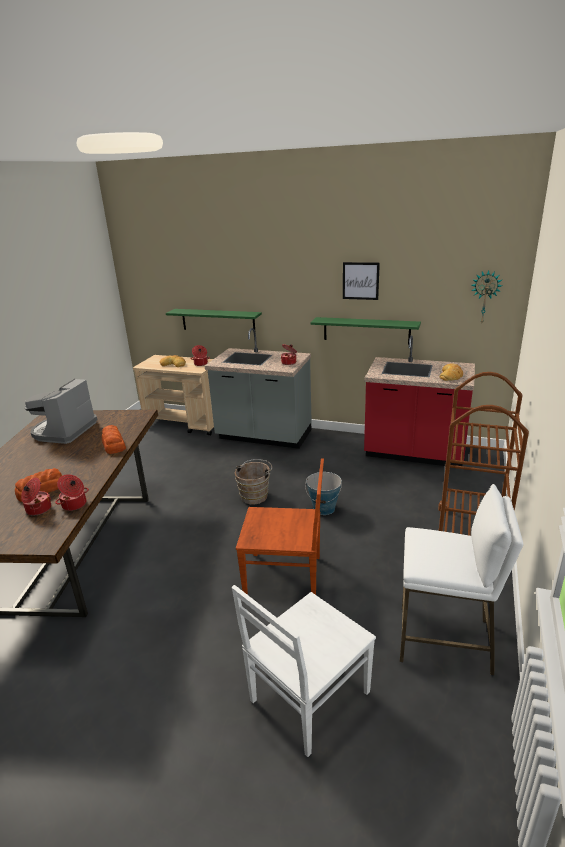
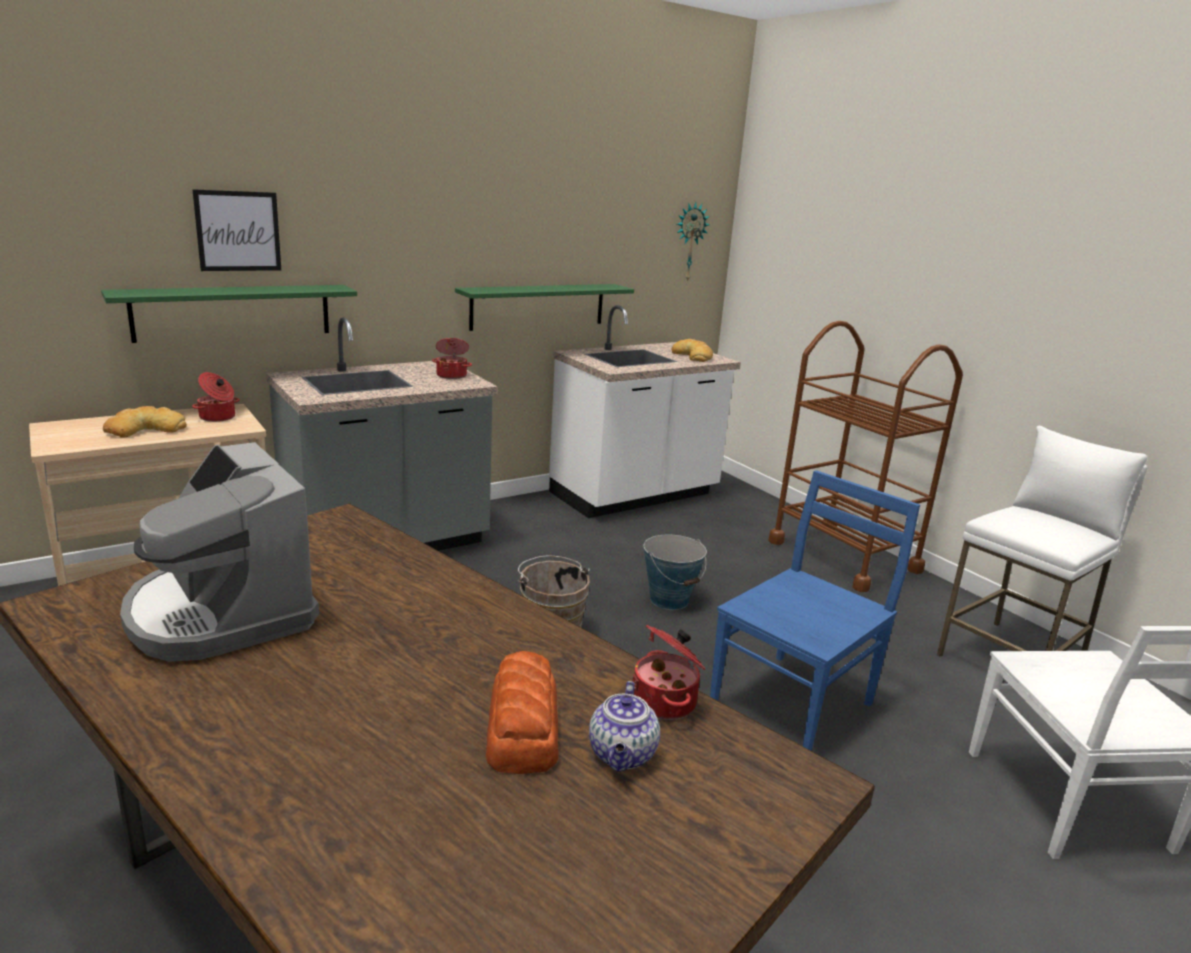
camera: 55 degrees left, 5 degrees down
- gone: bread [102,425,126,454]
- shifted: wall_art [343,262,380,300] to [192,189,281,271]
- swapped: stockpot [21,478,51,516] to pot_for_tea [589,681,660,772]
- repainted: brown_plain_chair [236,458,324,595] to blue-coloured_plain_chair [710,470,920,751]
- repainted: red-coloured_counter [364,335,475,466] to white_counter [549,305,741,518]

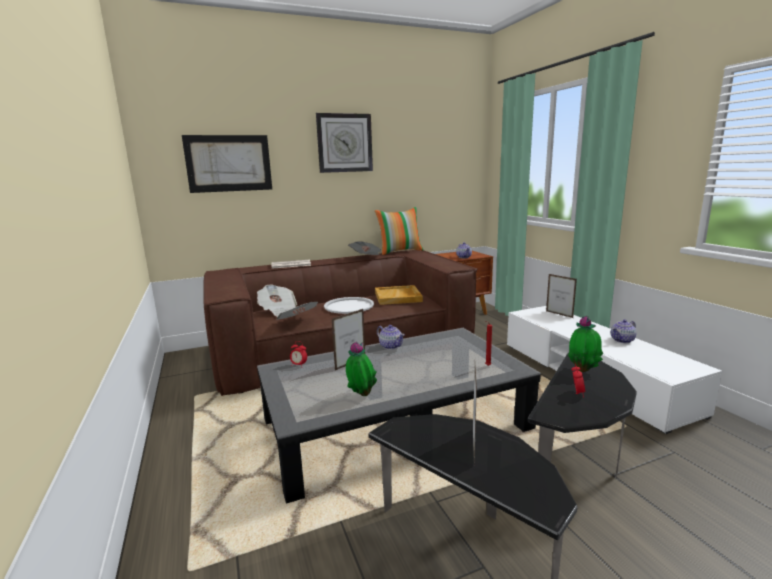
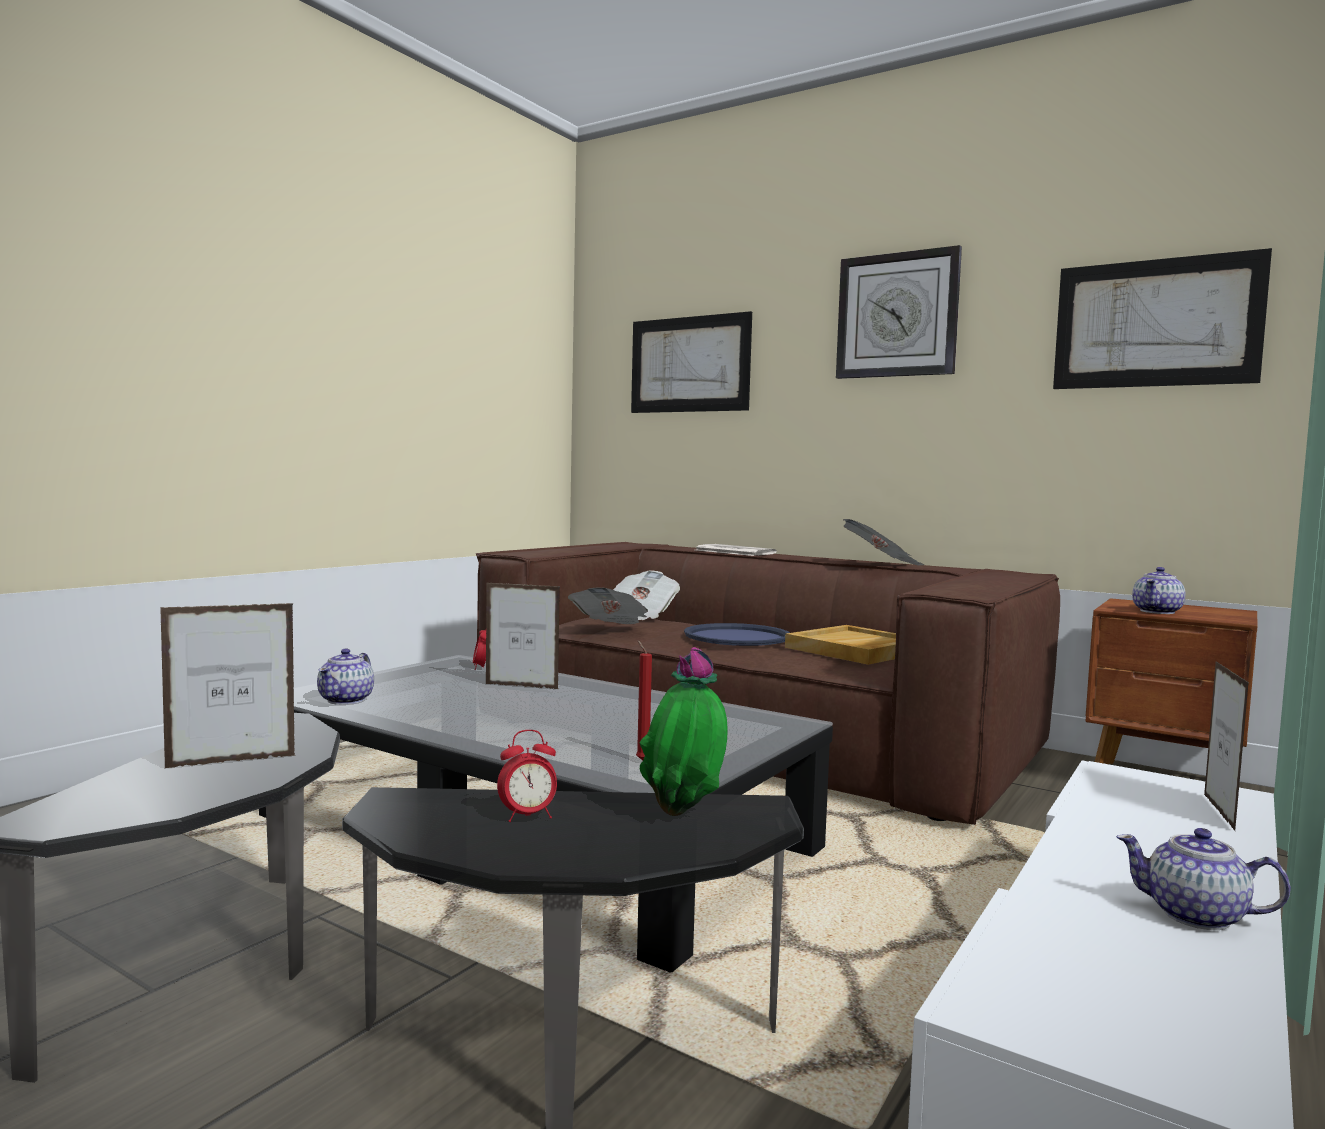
camera: 55 degrees right, 10 degrees down
- gone: potted_plant [346,342,377,396]
- gone: throw_pillow [375,207,423,255]
- new: wall_art [1053,248,1272,389]
- shifted: pot_for_tea [377,325,405,350] to [317,648,374,705]
- repainted: white_tray [324,297,374,314] to blue-coloured_tray [684,623,790,646]

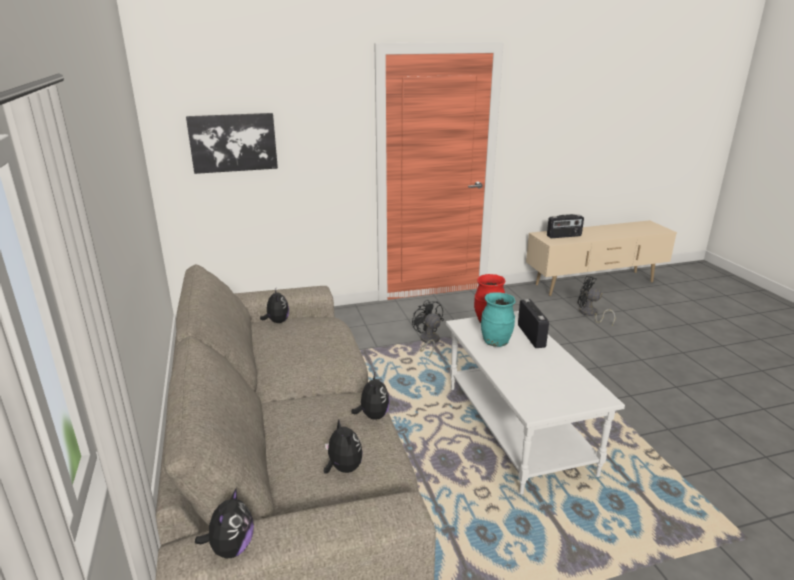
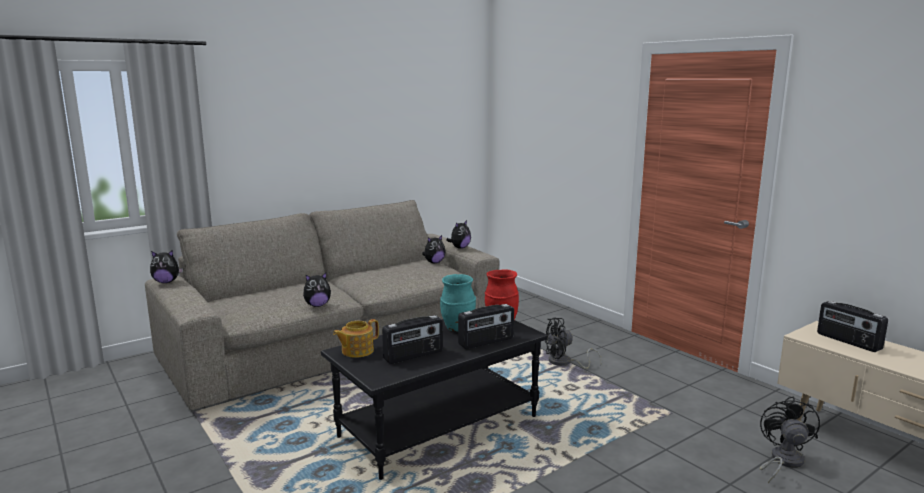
camera: 70 degrees right, 10 degrees down
- gone: wall_art [186,113,278,174]
- new: pot_for_tea [333,319,379,358]
- new: radio_receiver [382,315,443,364]
- shifted: cuddly_toy [324,419,362,474] to [447,220,471,249]
- repainted: white_lounge_table [446,311,625,494] to black_lounge_table [321,319,548,480]
- rotated: black_fan [412,299,444,358] = [545,318,602,369] 150 degrees counterclockwise

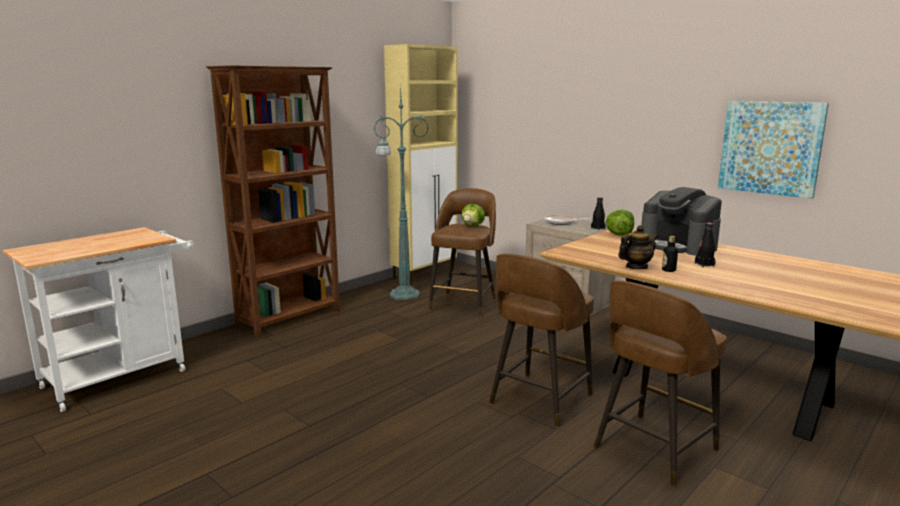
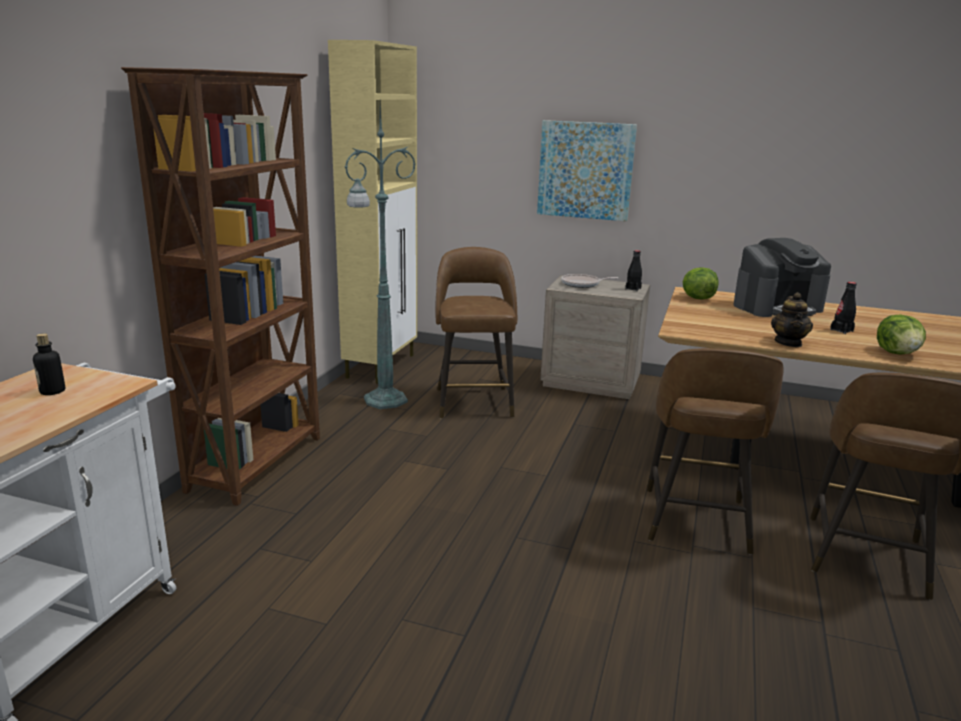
camera: 25 degrees left, 5 degrees up
- shifted: lettuce [462,204,485,226] to [877,315,926,355]
- shifted: bottle [662,236,678,272] to [33,333,65,395]
- shifted: wall_art [718,101,829,199] to [537,120,637,221]
- rotated: pot_for_tea [618,225,659,269] = [771,292,813,347] 150 degrees clockwise
- rotated: coffee_maker [641,187,722,256] = [733,238,831,317] 45 degrees counterclockwise

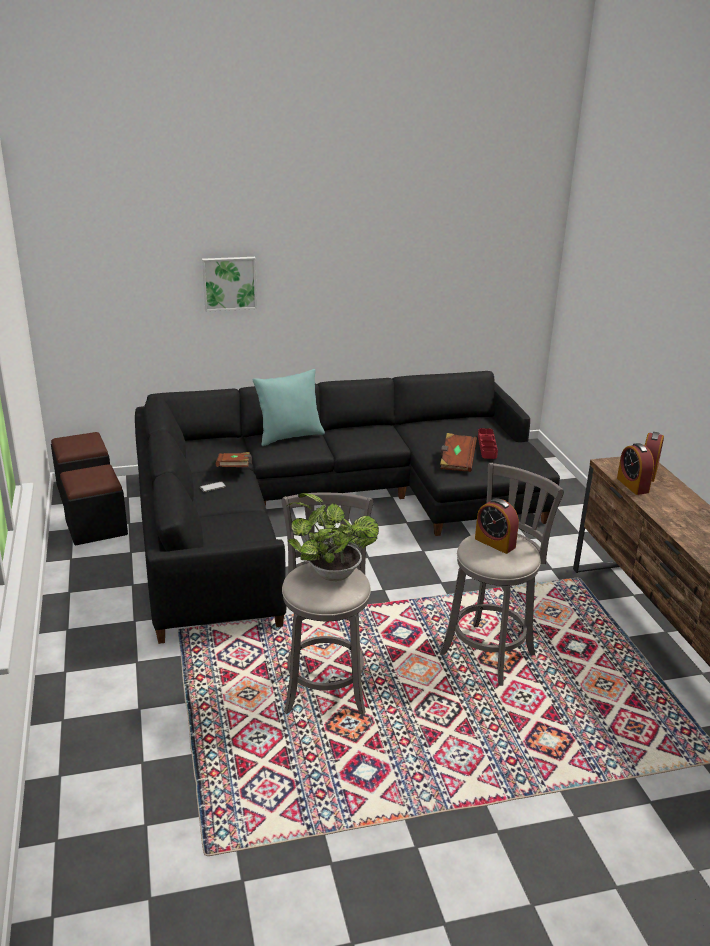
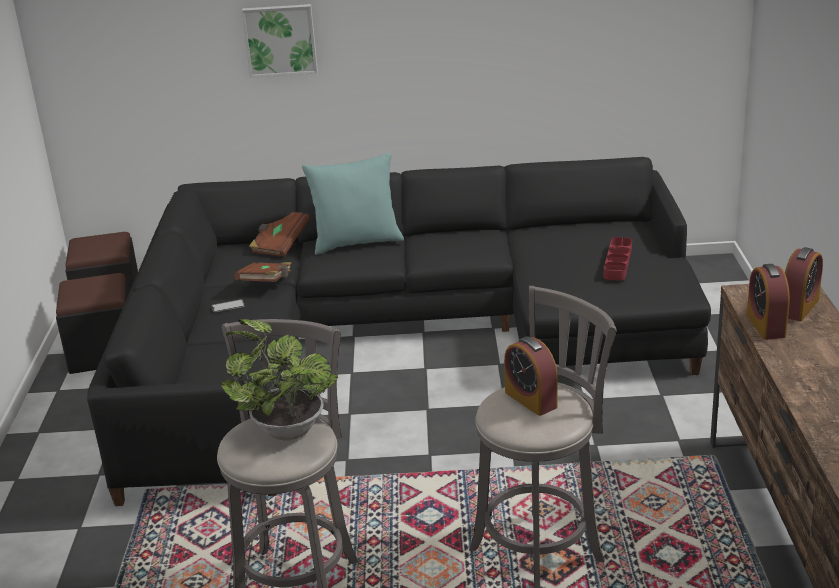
camera: 15 degrees right, 0 degrees up
- shifted: brown_book [440,433,477,472] to [249,212,309,257]

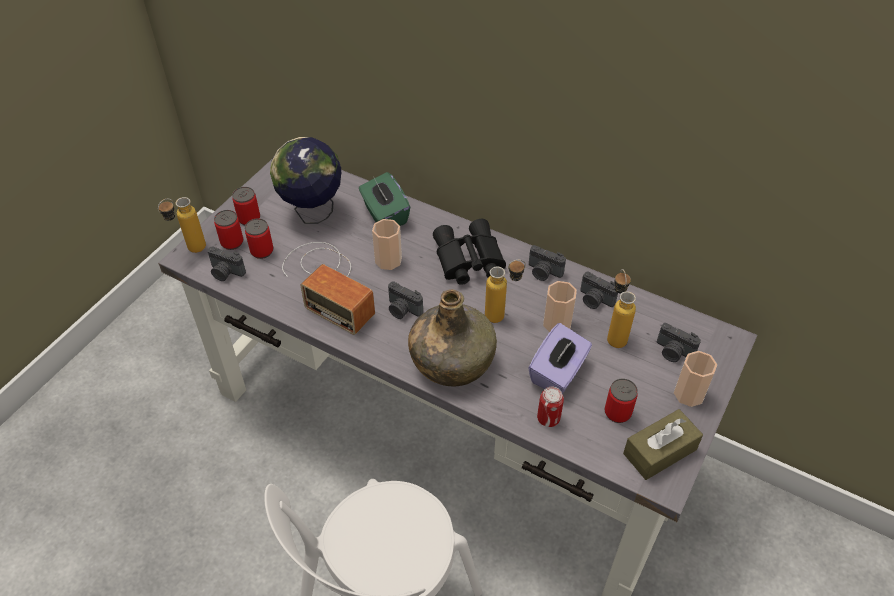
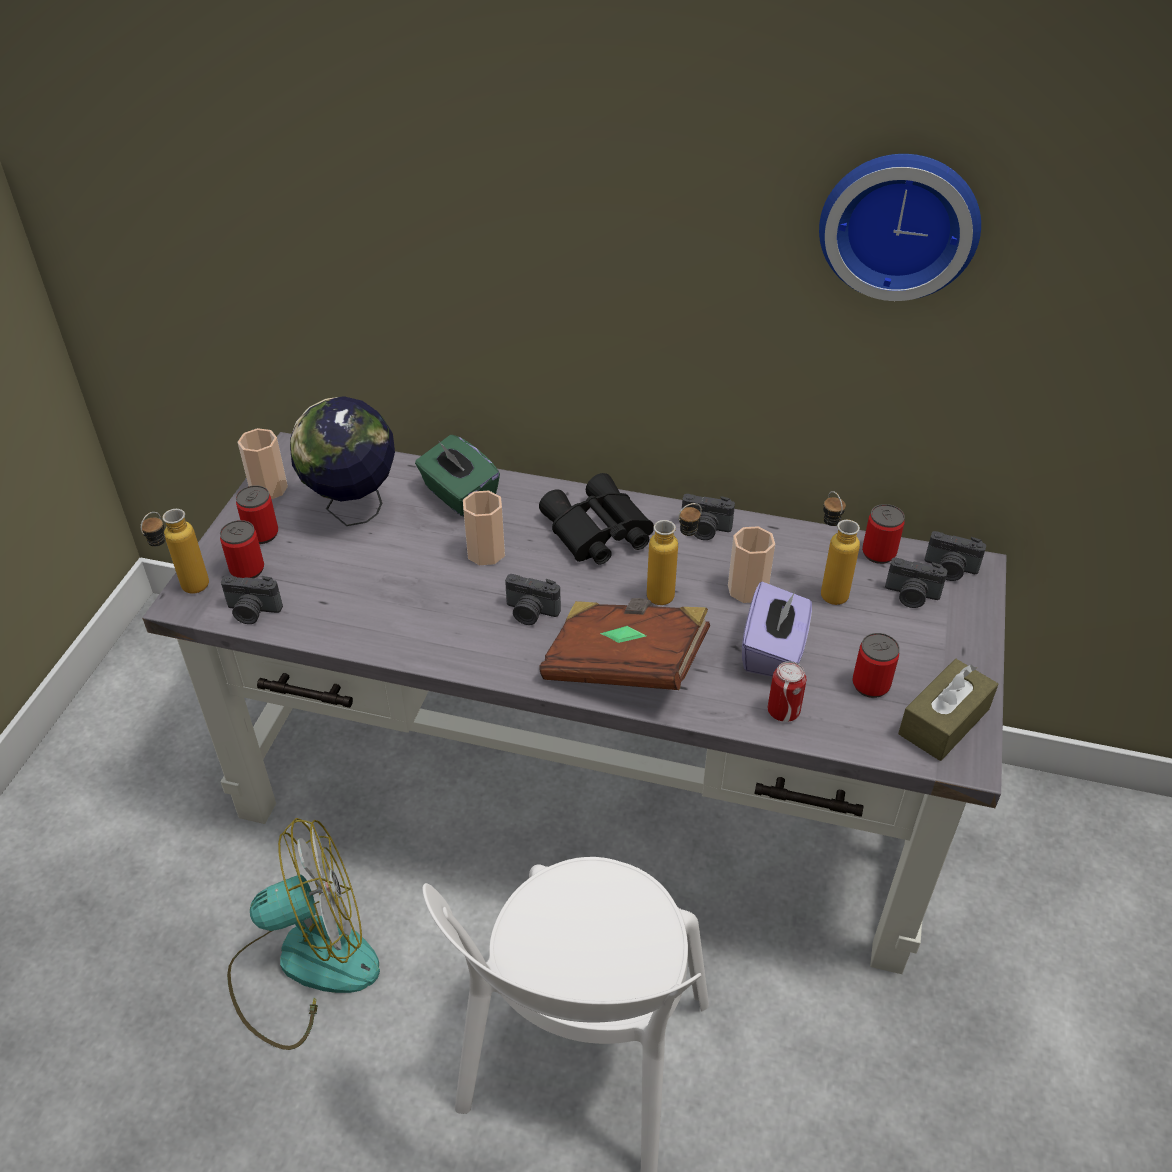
camera: 15 degrees left, 5 degrees down
- gone: radio_receiver [282,242,375,335]
- new: fan [227,818,380,1050]
- new: wall_clock [819,154,981,301]
- shifted: metal_can [245,218,273,259] to [862,504,905,564]
- shifted: still_camera [580,272,618,309] to [925,531,986,581]
- shifted: drinking_cup [674,351,717,407] to [238,428,288,499]
- swapped: green-coloured_bottle [408,289,497,386] to brown_book [539,598,710,690]

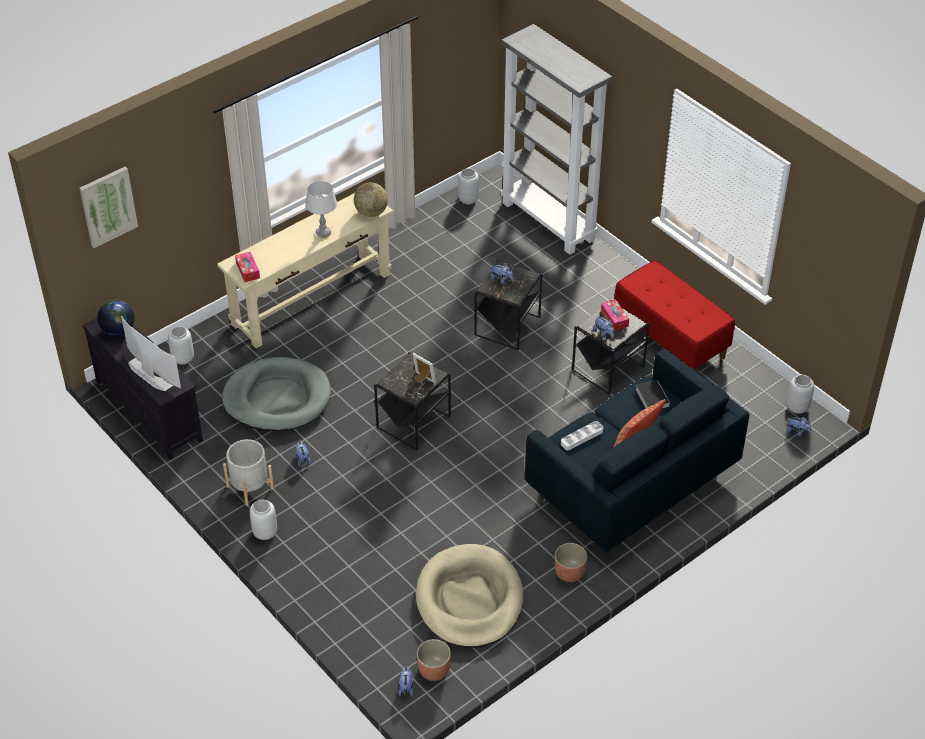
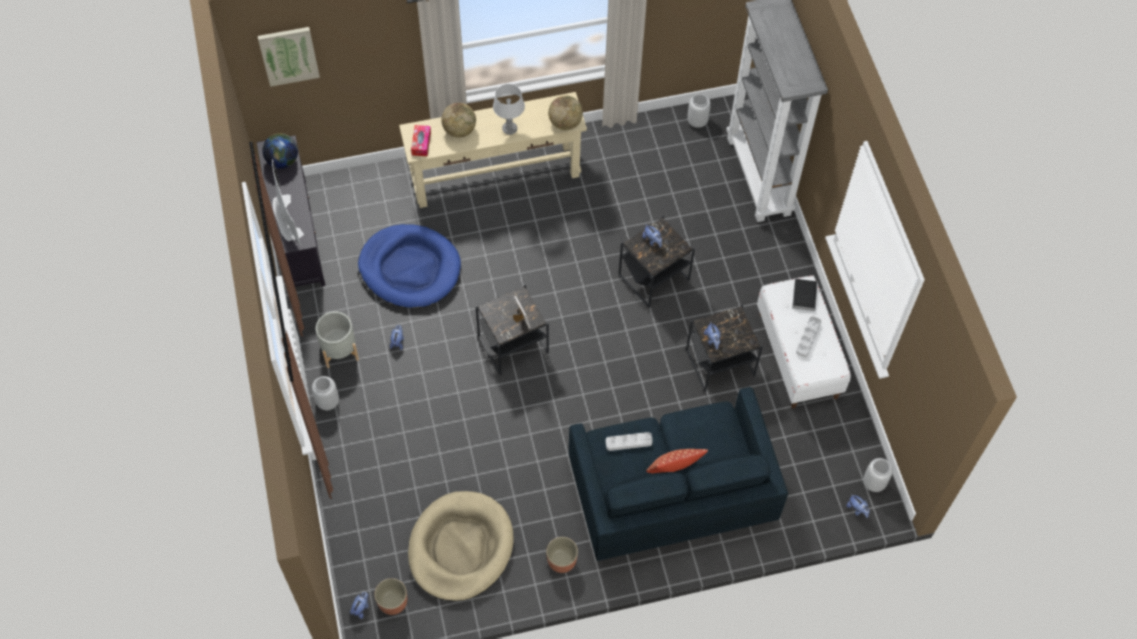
camera: 25 degrees right, 15 degrees up
- gone: grey_vase [168,326,194,365]
- gone: tissue_box [601,299,629,331]
- new: world_globe [441,103,476,138]
- new: grey_tray [796,316,821,357]
- shifted: book [636,380,670,408] to [792,279,818,311]
- repainted: grey_dog_cushion [222,357,331,431] to blue-coloured_dog_cushion [358,224,461,308]
- repainted: red-coloured_long_seat [614,260,735,371] to white_long_seat [757,275,851,409]

